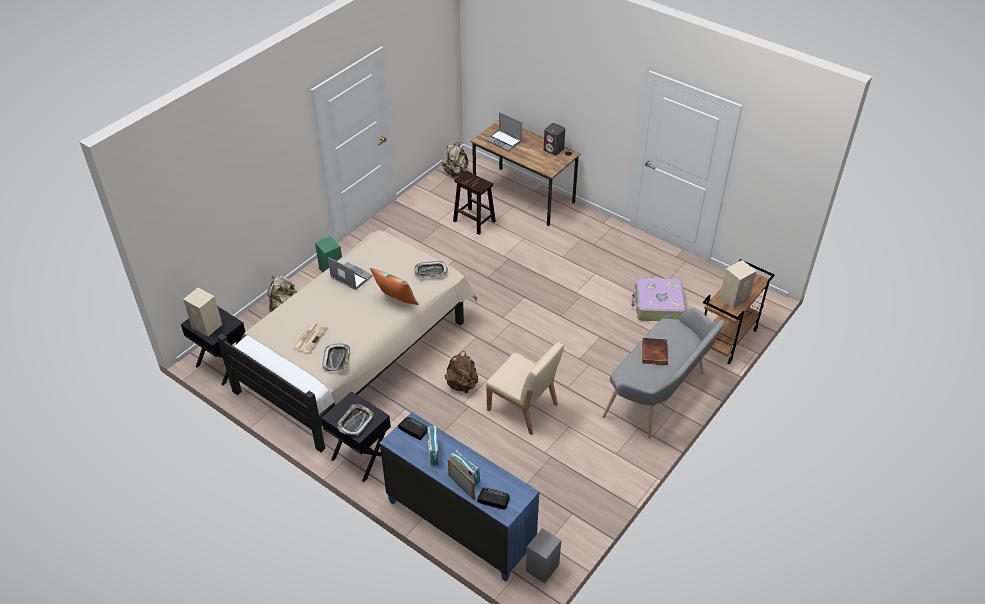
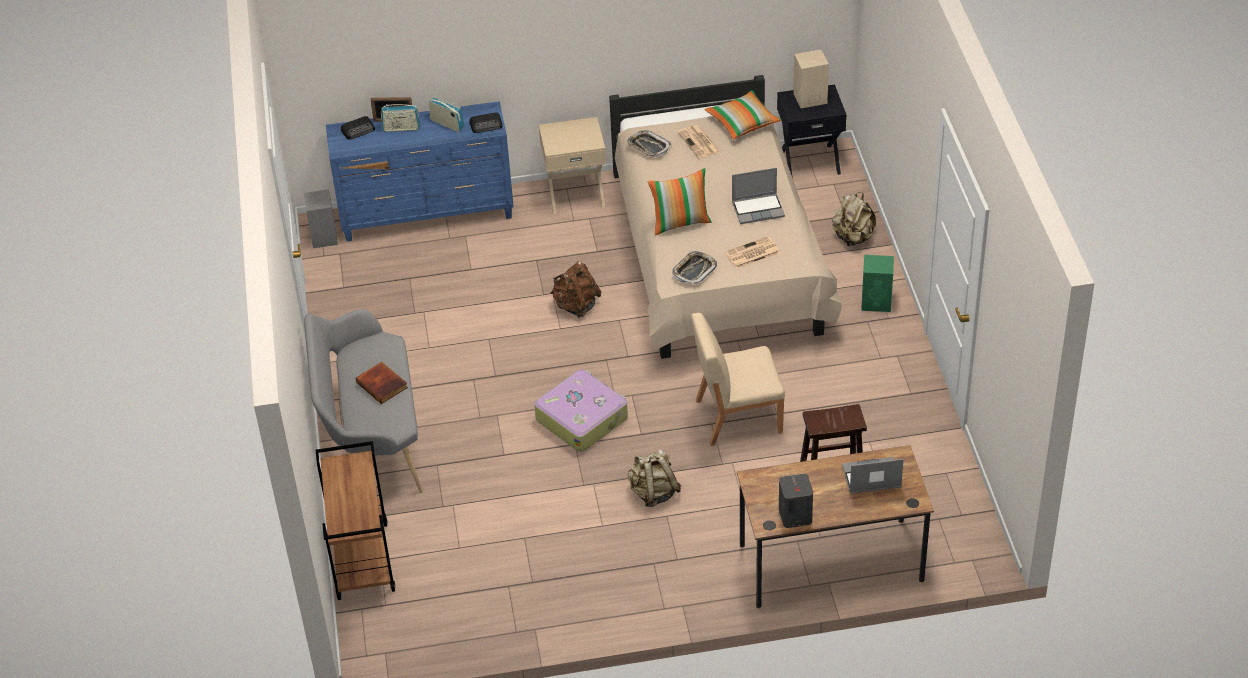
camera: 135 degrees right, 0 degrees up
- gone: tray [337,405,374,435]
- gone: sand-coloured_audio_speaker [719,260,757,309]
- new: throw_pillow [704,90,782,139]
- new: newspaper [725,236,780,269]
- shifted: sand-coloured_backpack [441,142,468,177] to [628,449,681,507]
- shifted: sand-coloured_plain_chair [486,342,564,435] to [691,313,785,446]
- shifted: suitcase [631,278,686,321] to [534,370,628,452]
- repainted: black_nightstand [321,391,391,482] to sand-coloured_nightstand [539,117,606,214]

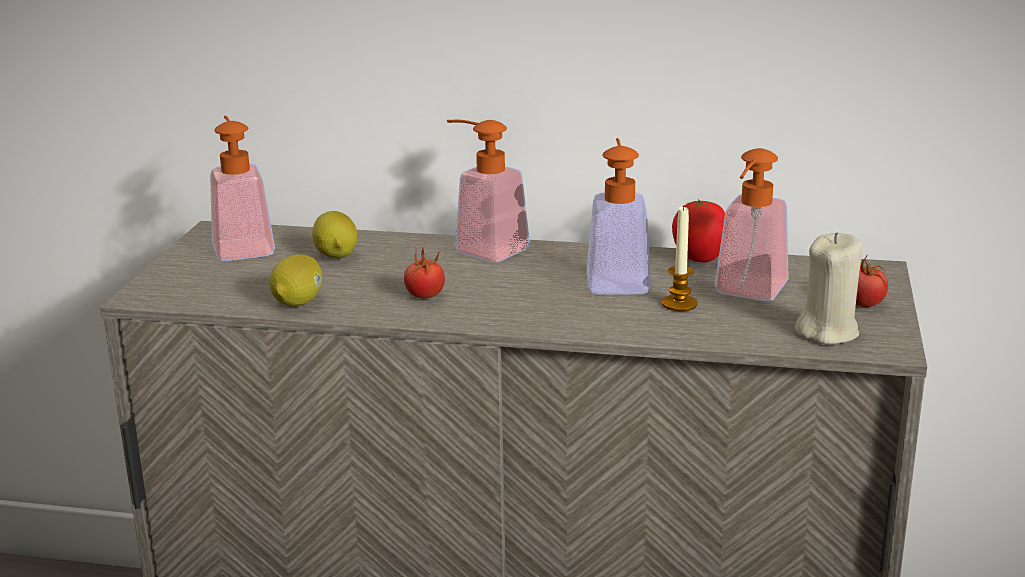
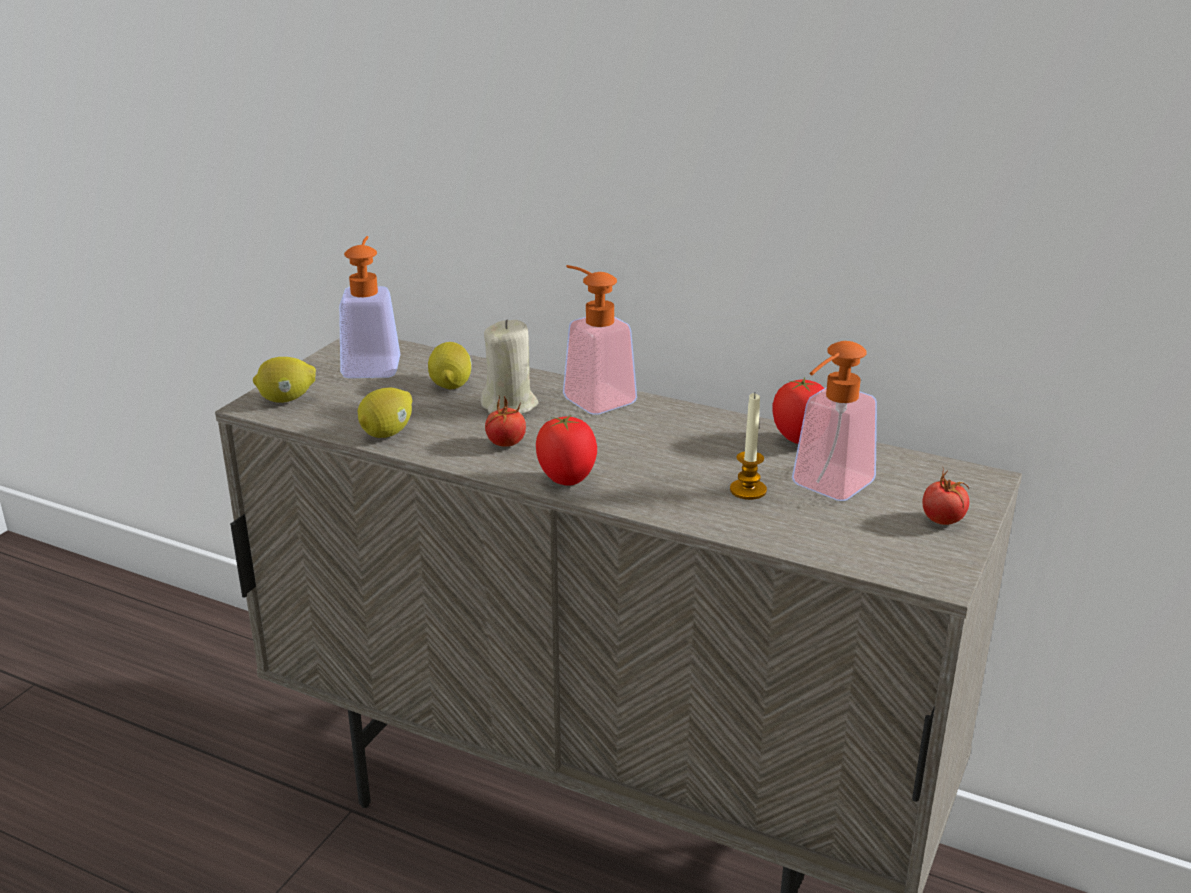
camera: 15 degrees right, 5 degrees up
- gone: soap_bottle [587,138,651,295]
- new: whole_lemon [253,357,316,403]
- new: fresh_tomato [536,415,597,486]
- shifted: sand-coloured_wax_light [795,232,863,344] to [481,320,539,414]

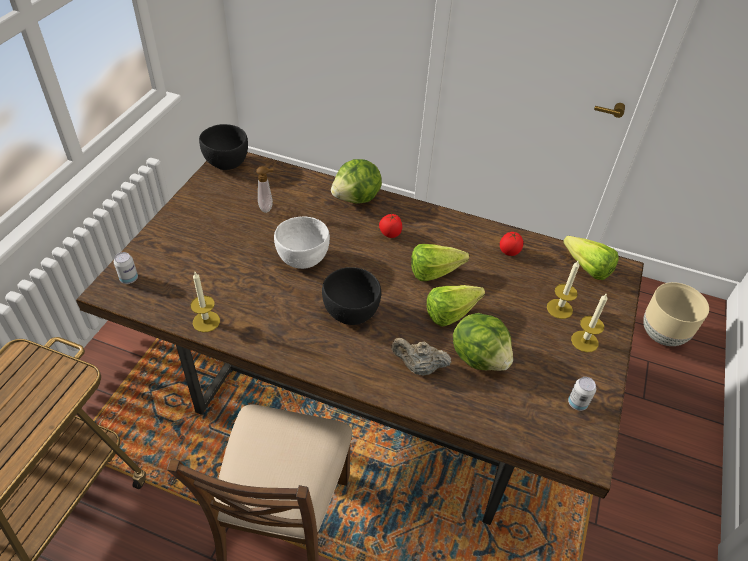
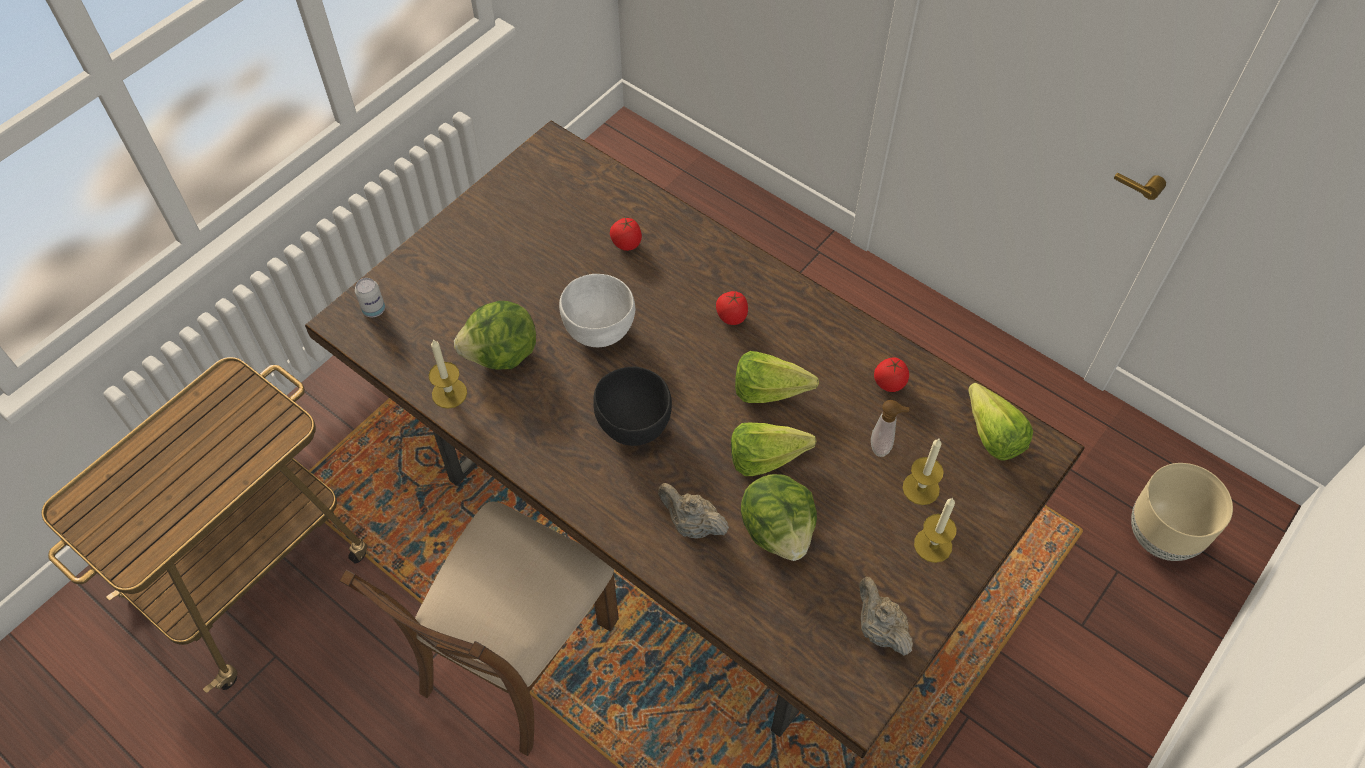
camera: 20 degrees right, 10 degrees up
- gone: black_bowl [199,124,248,170]
- new: fresh_tomato [610,218,642,251]
- shifted: soap_bottle [256,166,274,213] to [871,400,910,457]
- shifted: lettuce [331,159,382,204] to [454,301,536,370]
- swapped: metal_can [568,377,596,411] to sand-coloured_pot_for_tea [859,577,913,656]

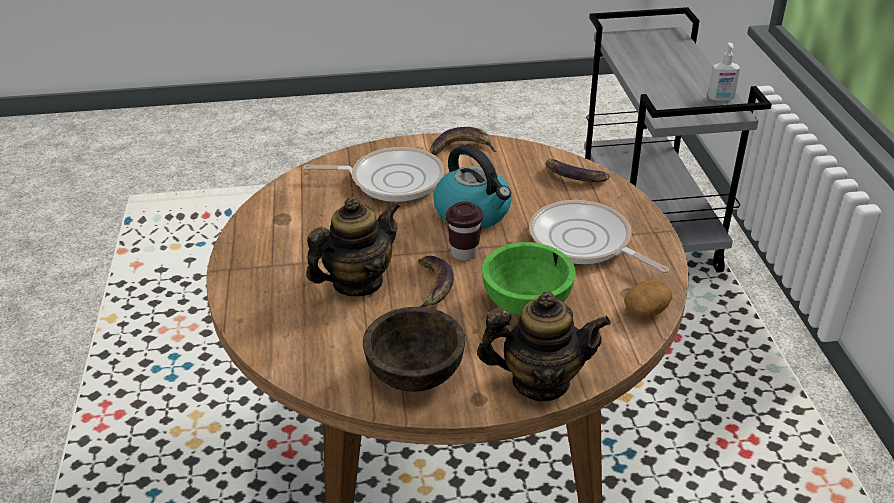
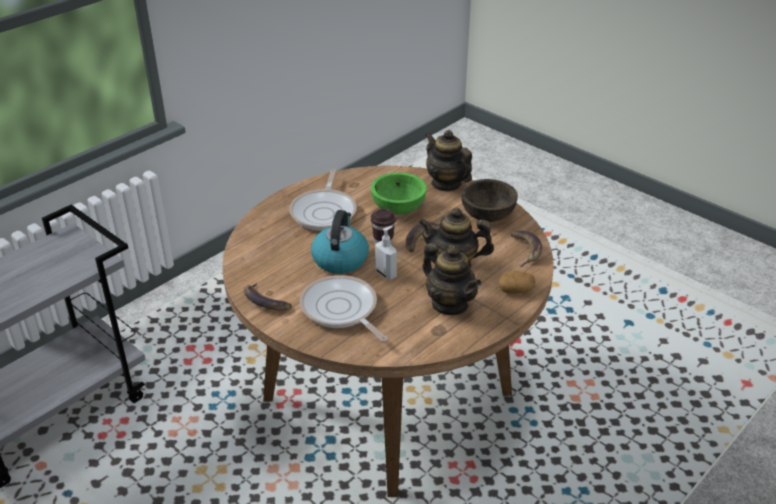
camera: 130 degrees left, 0 degrees up
- new: pot_for_tea [423,243,481,315]
- shifted: banana_fruit [546,158,610,182] to [511,231,542,267]
- shifted: whole_potato [624,279,672,317] to [498,270,535,294]
- shifted: soap_bottle [708,42,740,101] to [375,226,397,280]

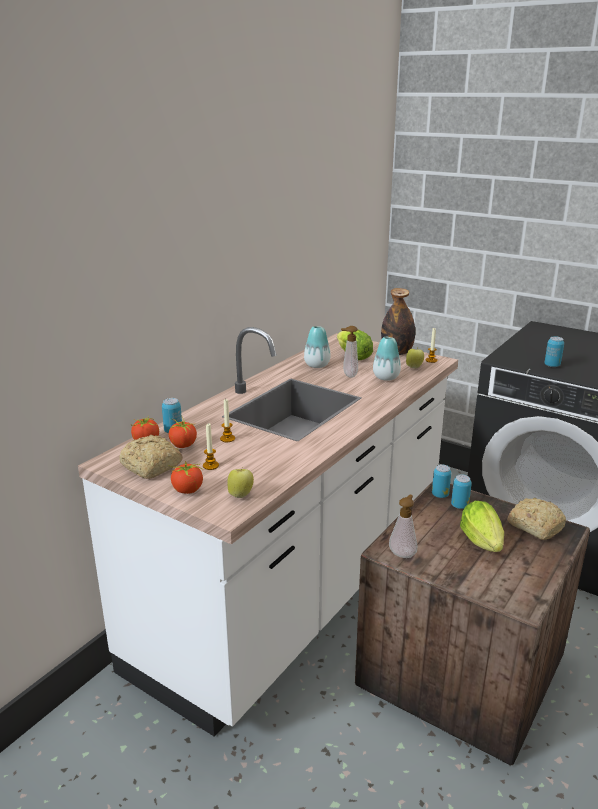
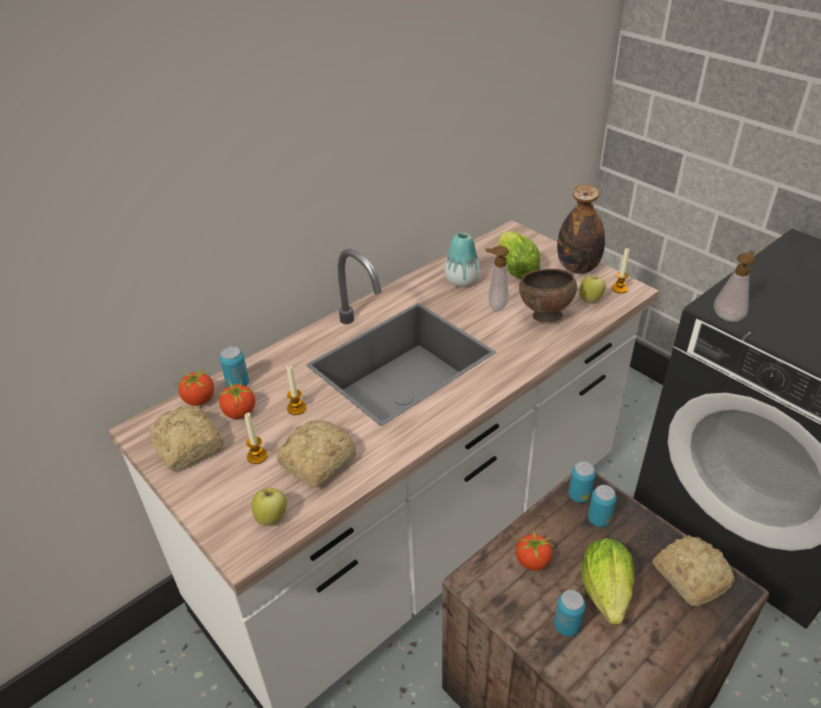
camera: 15 degrees right, 15 degrees up
- new: bread [277,420,356,488]
- shifted: fresh_tomato [168,461,203,494] to [516,530,554,570]
- shifted: soap_bottle [389,494,417,558] to [714,250,755,322]
- shifted: metal_can [544,336,564,367] to [554,590,585,636]
- swapped: vase [373,337,401,381] to brown_bowl [519,269,577,322]

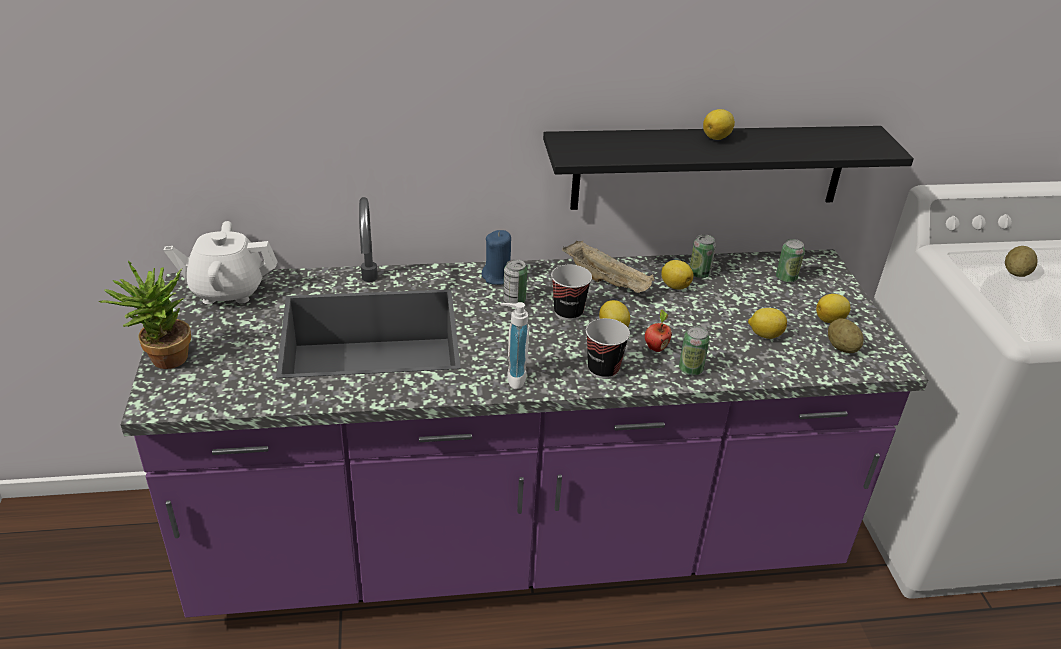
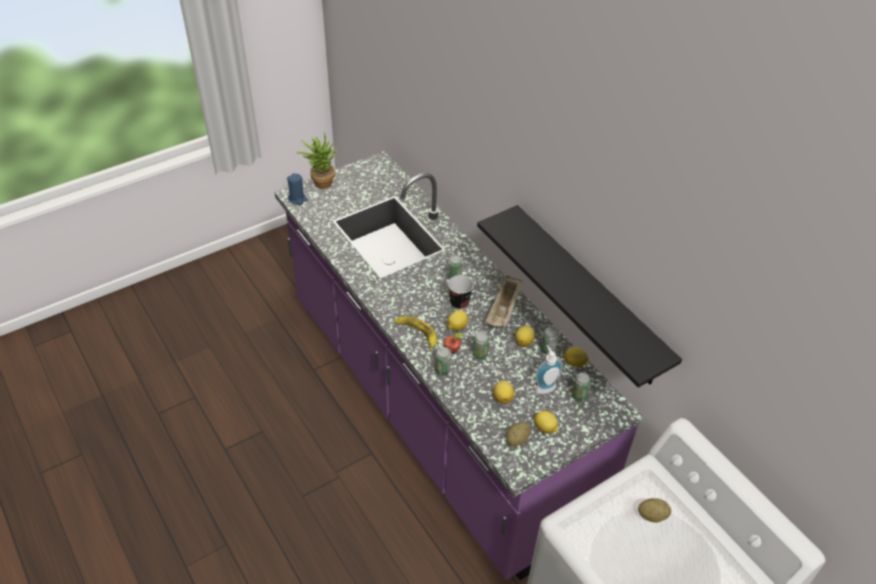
camera: 65 degrees right, 10 degrees up
- gone: white_pot_for_tea [164,221,278,304]
- new: metal_can [473,332,489,360]
- shifted: blue-coloured_wax_light [482,230,511,285] to [287,173,308,205]
- shifted: soap_bottle [500,302,529,389] to [535,345,563,394]
- shifted: whole_lemon [703,109,735,140] to [564,347,589,367]
- swapped: drinking_cup [586,318,630,379] to banana_fruit [394,316,437,351]

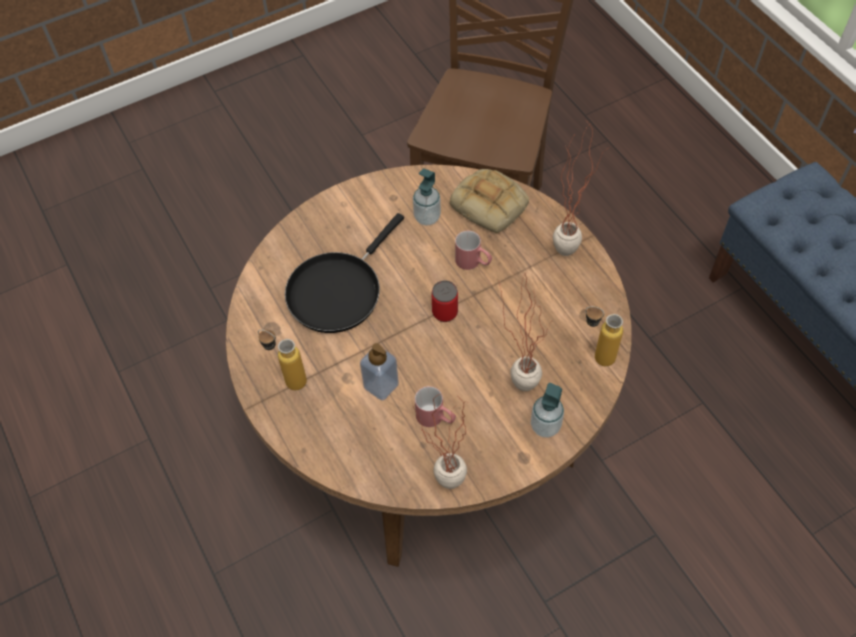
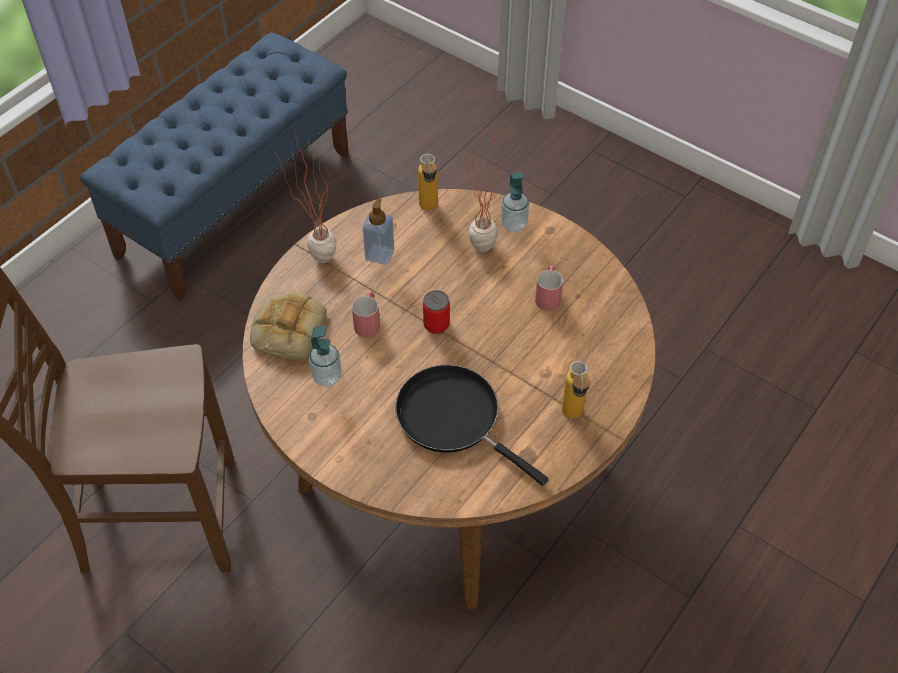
camera: 115 degrees left, 5 degrees down
- gone: potted_plant [413,394,467,489]
- shifted: soap_bottle [360,343,399,401] to [362,198,394,265]
- rotated: black_frying_pan [285,213,404,333] = [395,365,549,486] 150 degrees counterclockwise

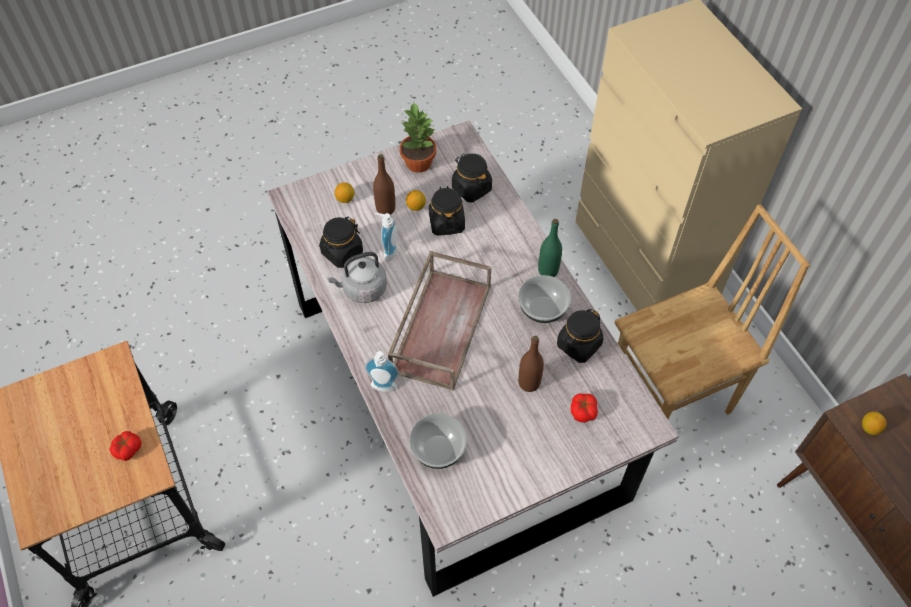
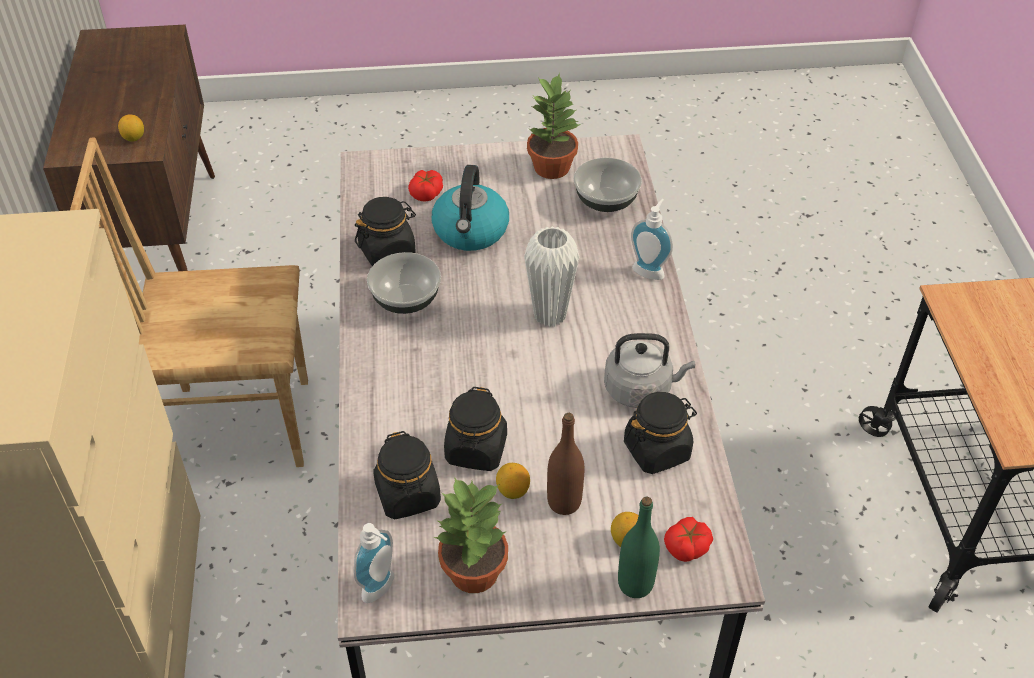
camera: 160 degrees left, 10 degrees down
- new: potted_plant [527,73,581,179]
- shifted: fresh_tomato [110,431,142,461] to [664,517,713,562]
- shifted: soap_bottle [375,213,397,262] to [354,523,394,603]
- shifted: green-coloured_bottle [538,219,562,277] to [618,497,660,598]
- swapped: brown_tray [388,251,492,391] to white_vase [524,226,579,327]
- swapped: brown_bottle [518,336,544,392] to water_kettle [431,165,509,251]

